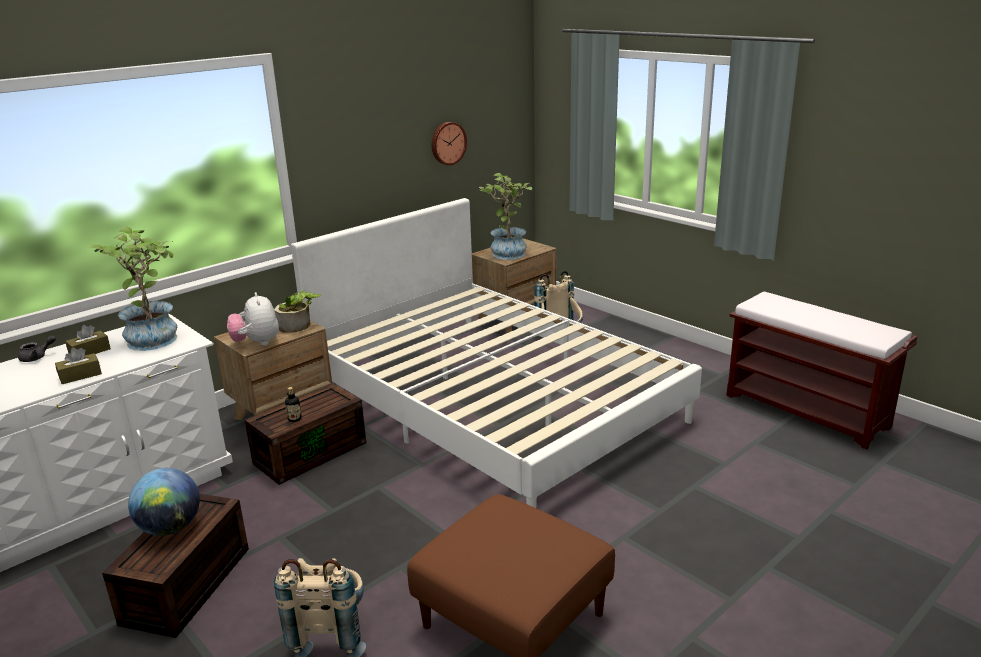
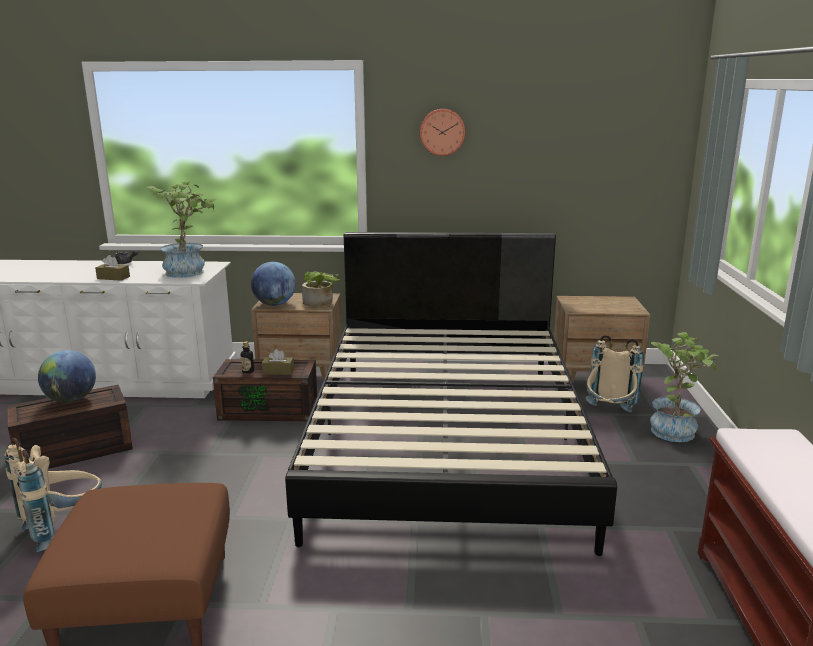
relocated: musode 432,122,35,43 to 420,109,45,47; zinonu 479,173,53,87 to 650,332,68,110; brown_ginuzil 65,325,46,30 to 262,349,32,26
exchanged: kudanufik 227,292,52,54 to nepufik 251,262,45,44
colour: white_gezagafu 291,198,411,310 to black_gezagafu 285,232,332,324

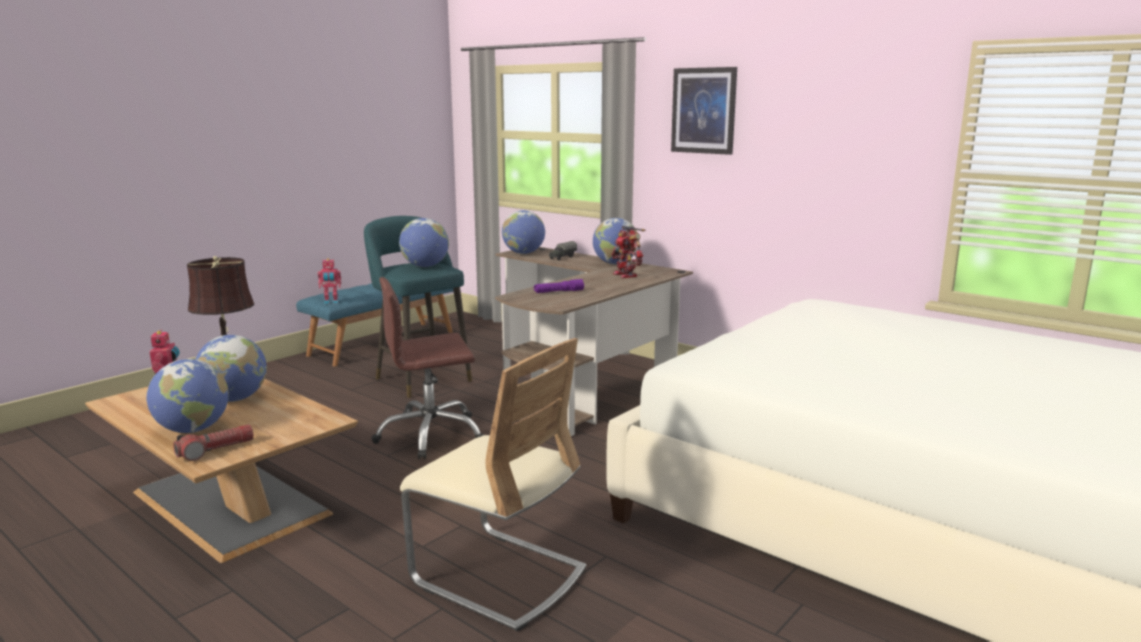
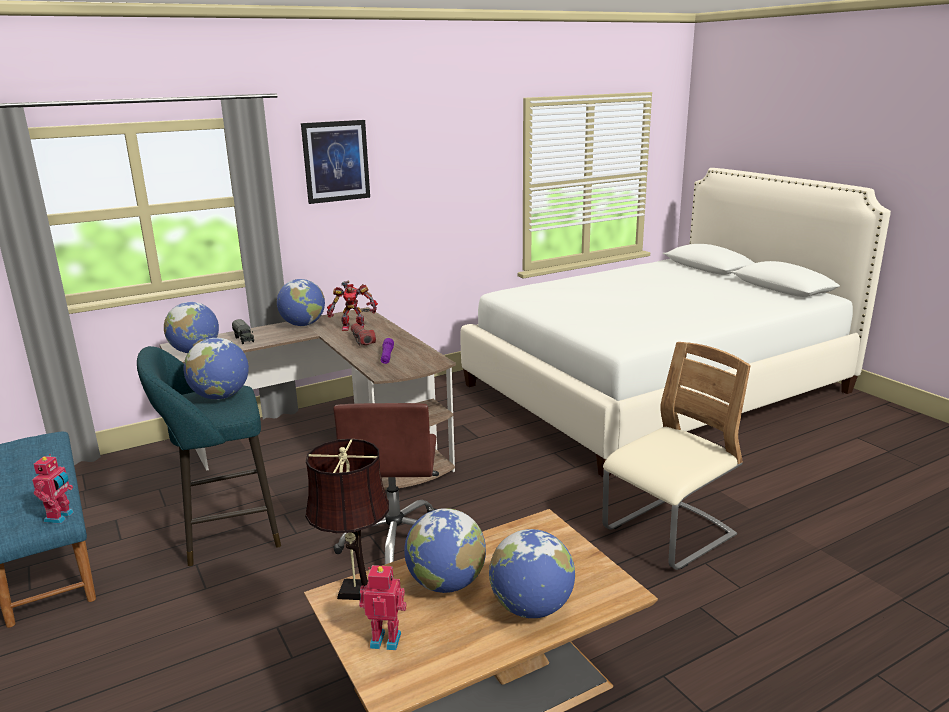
relocated: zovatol 173,424,81,37 to 351,323,25,23

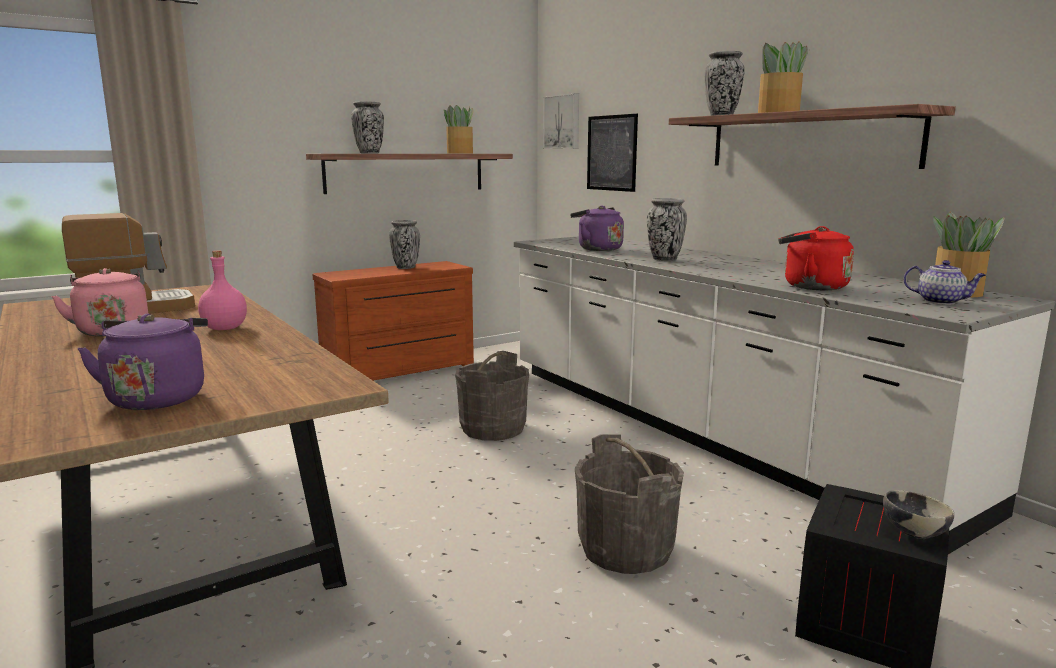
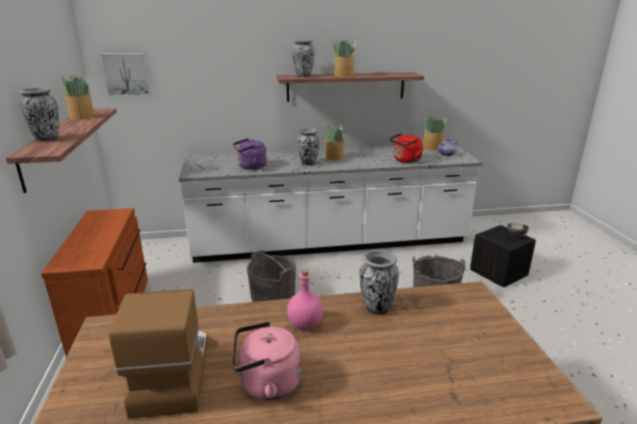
missing: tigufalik 587,114,51,78; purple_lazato 77,314,131,96
appeared: zinonu 323,123,23,38
relocated: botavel 389,220,31,49 to 359,250,40,65

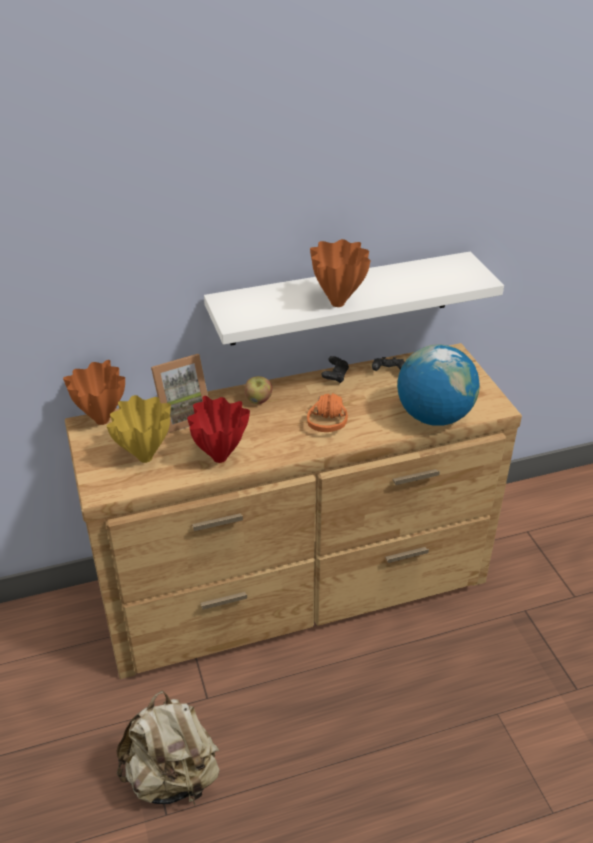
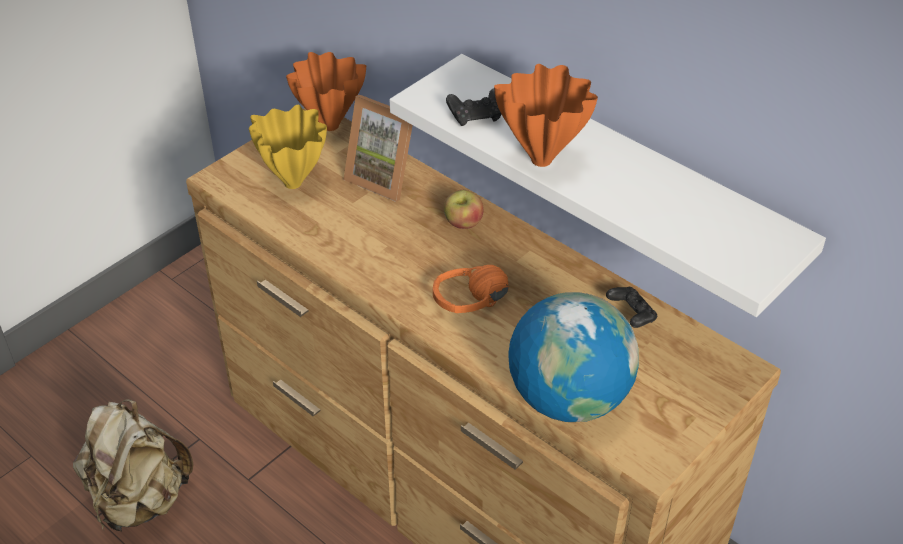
missing: red_botavel 187,396,63,67
relocated: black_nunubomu 321,356,28,27 to 446,88,55,38

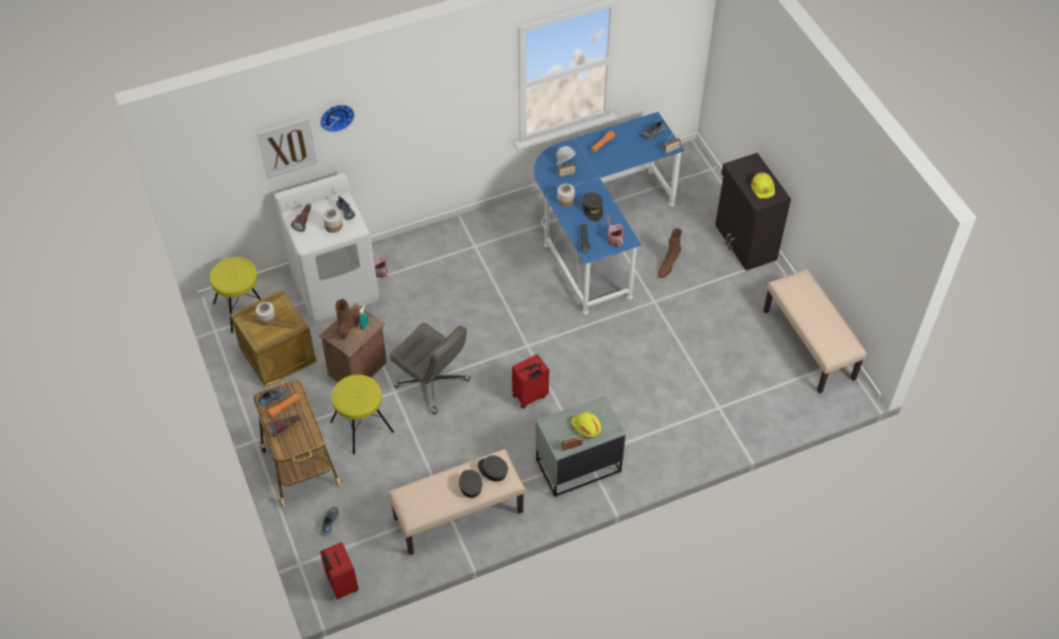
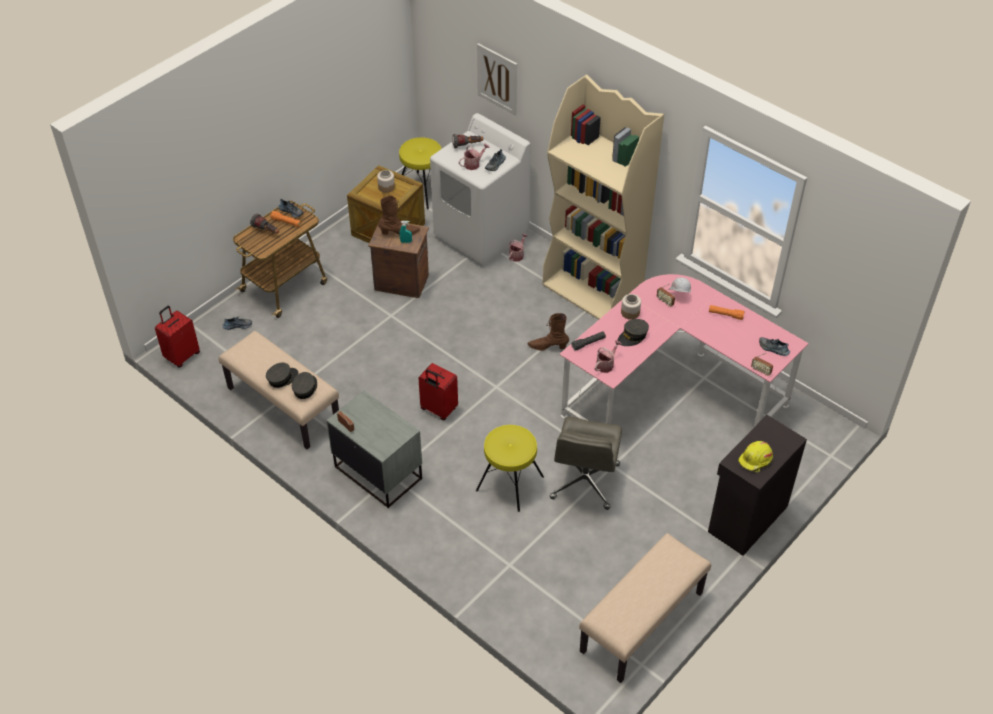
missing: musode 320,105,35,27; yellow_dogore 570,412,31,26
appeared: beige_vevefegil 543,75,121,245
relocated: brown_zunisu 658,228,24,50 to 528,313,41,38; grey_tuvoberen 389,323,81,91 to 550,416,72,94; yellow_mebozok 330,375,64,80 to 476,425,68,87
exchanged: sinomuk 323,209,19,24 to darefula 459,143,30,27
colour: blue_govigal 534,112,151,202 to pink_govigal 559,274,250,154

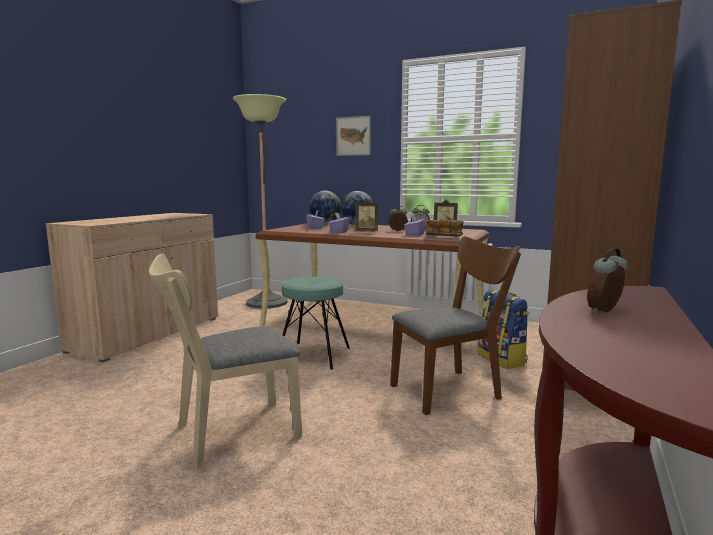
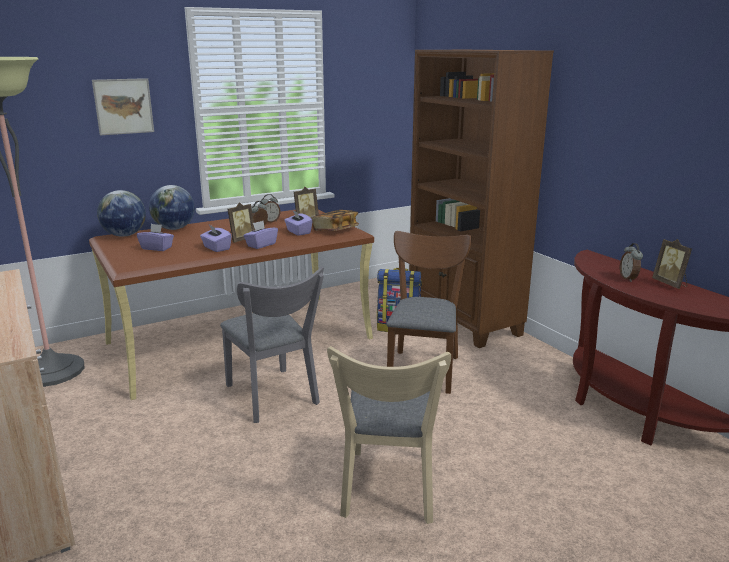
appeared: purple_ginuzil 243,221,35,28; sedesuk 652,239,40,50
exchanged: turquoise_mebozok 282,277,68,93 to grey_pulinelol 220,266,104,157

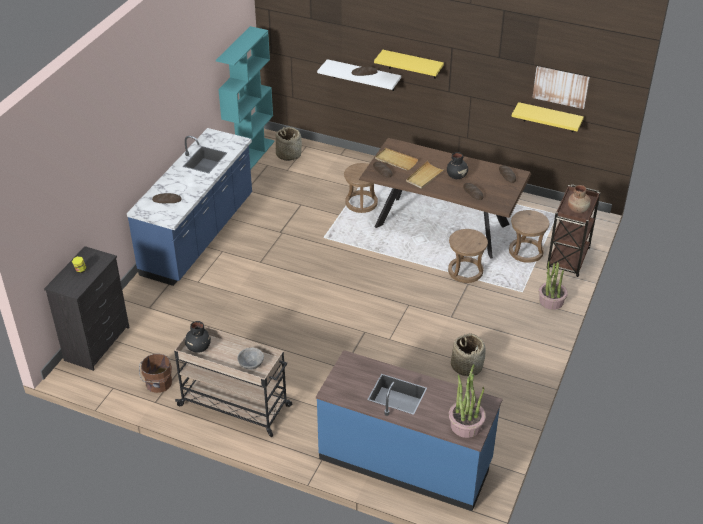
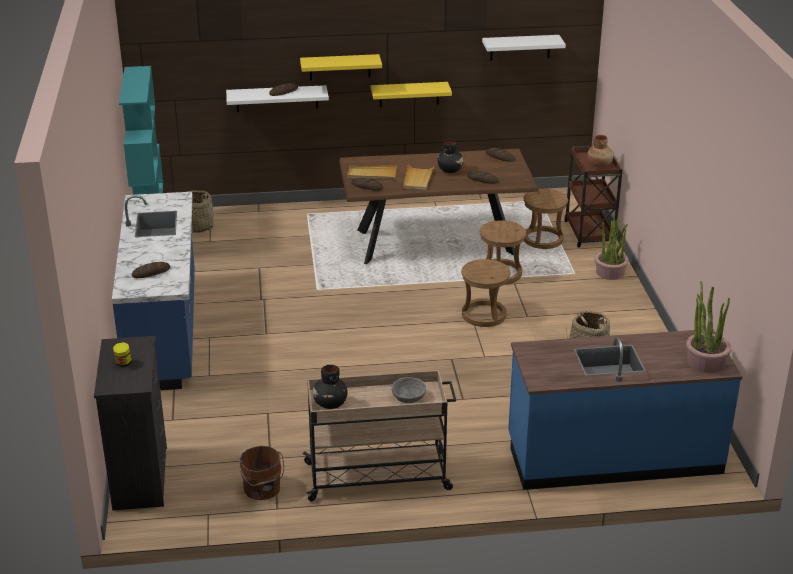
relocated: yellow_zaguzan 512,102,72,30 to 371,82,81,25; brown_mebozok 344,163,34,50 to 461,259,50,68
exchanged: tigufalik 532,66,58,43 to white_zaguzan 482,35,84,26

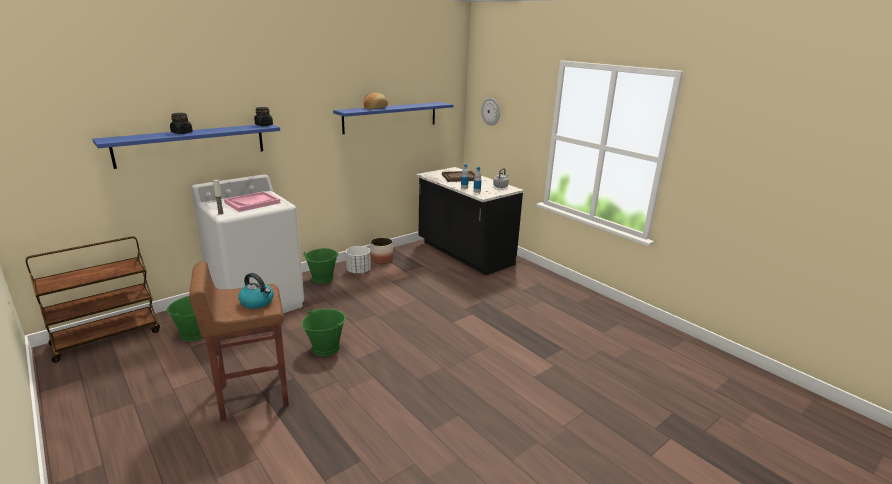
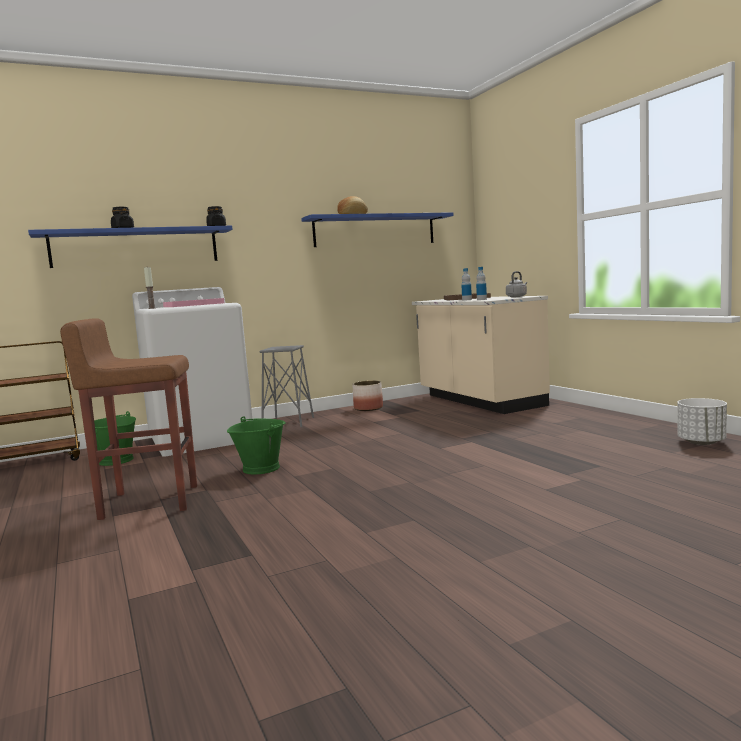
missing: musode 481,98,19,28; lazato 238,273,36,36
relocated: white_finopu 346,246,25,28 to 677,398,50,47
exchanged: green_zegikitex 303,248,36,36 to grey_mebozok 260,345,54,82
colour: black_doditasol 416,167,108,108 to beige_doditasol 412,296,138,118

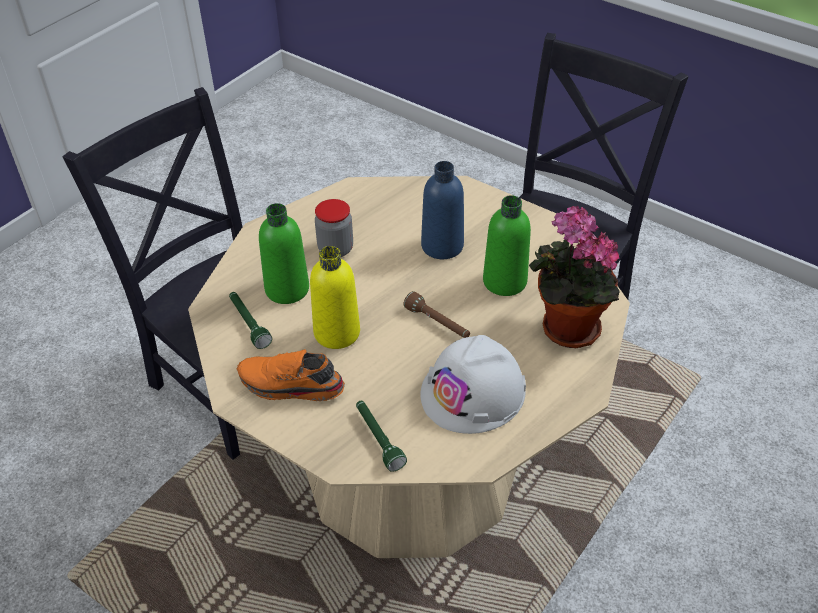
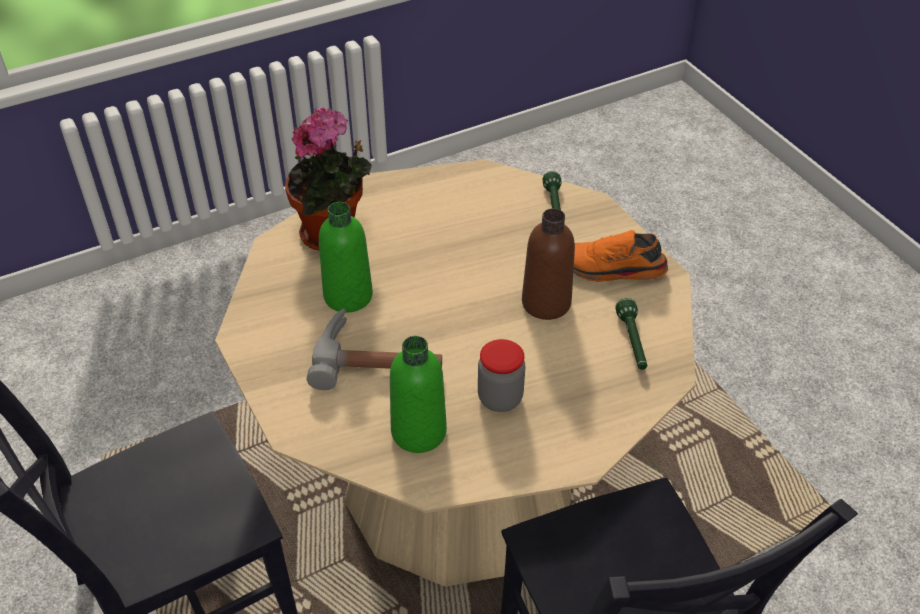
missing: brown_zovatol 403,291,67,47; white_dogore 421,335,105,99
relocated: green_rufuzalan 259,203,50,101 to 390,336,57,117
exchanged: blue_rufuzalan 421,161,43,98 to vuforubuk 306,308,136,82
colour: yellow_rufuzalan 310,246,50,103 to brown_rufuzalan 522,208,53,112
spun: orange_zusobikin 237,349,108,52 = 573,230,95,52 150 degrees clockwise

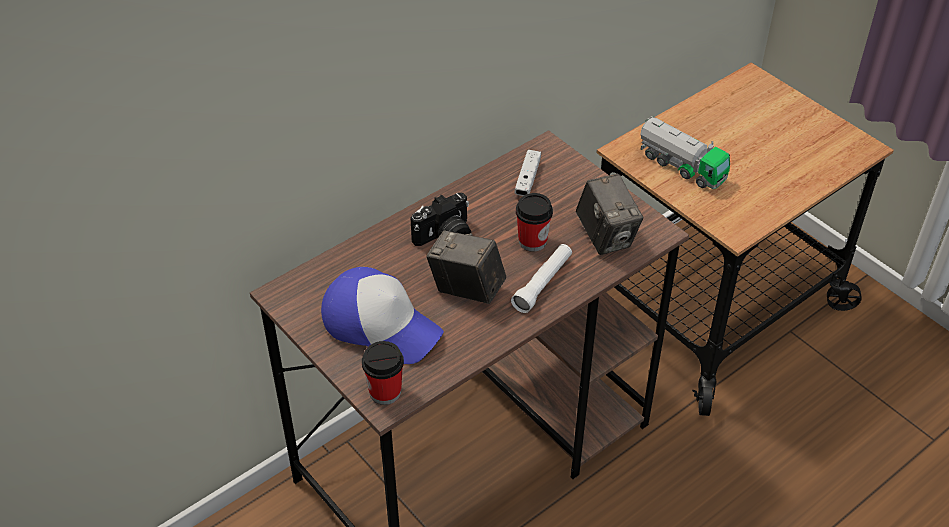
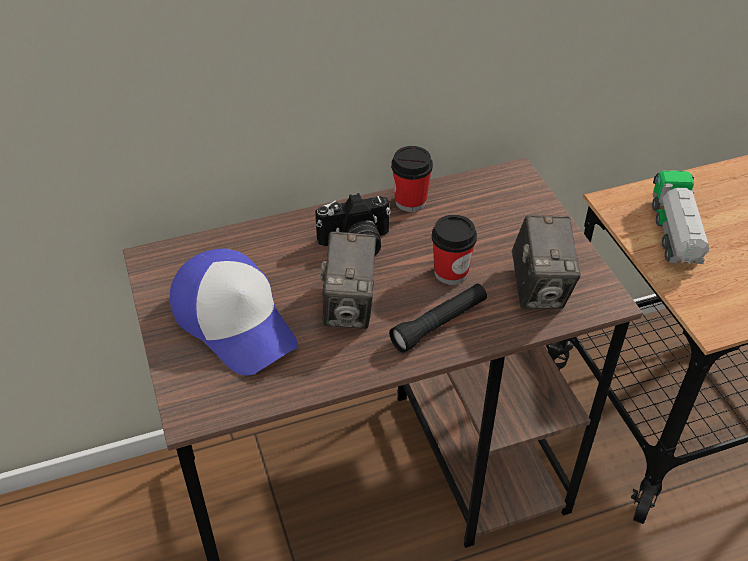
missing: white_nunubomu 514,150,27,46
relocated: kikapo 362,341,42,64 to 391,146,42,66
colour: white_zovatol 511,244,61,69 to black_zovatol 389,283,98,70
spun: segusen 641,116,89,73 = 652,171,57,93 150 degrees counterclockwise; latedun 426,230,80,74 = 320,232,56,97 135 degrees counterclockwise

